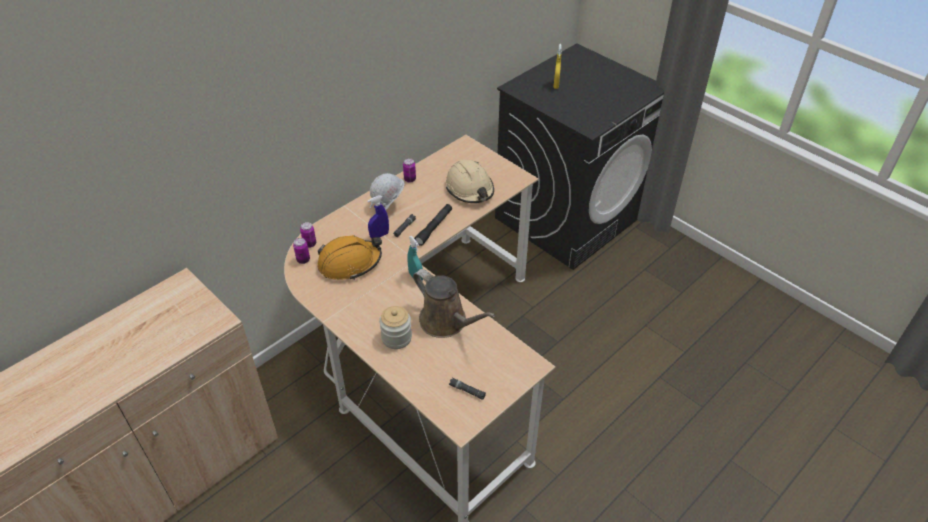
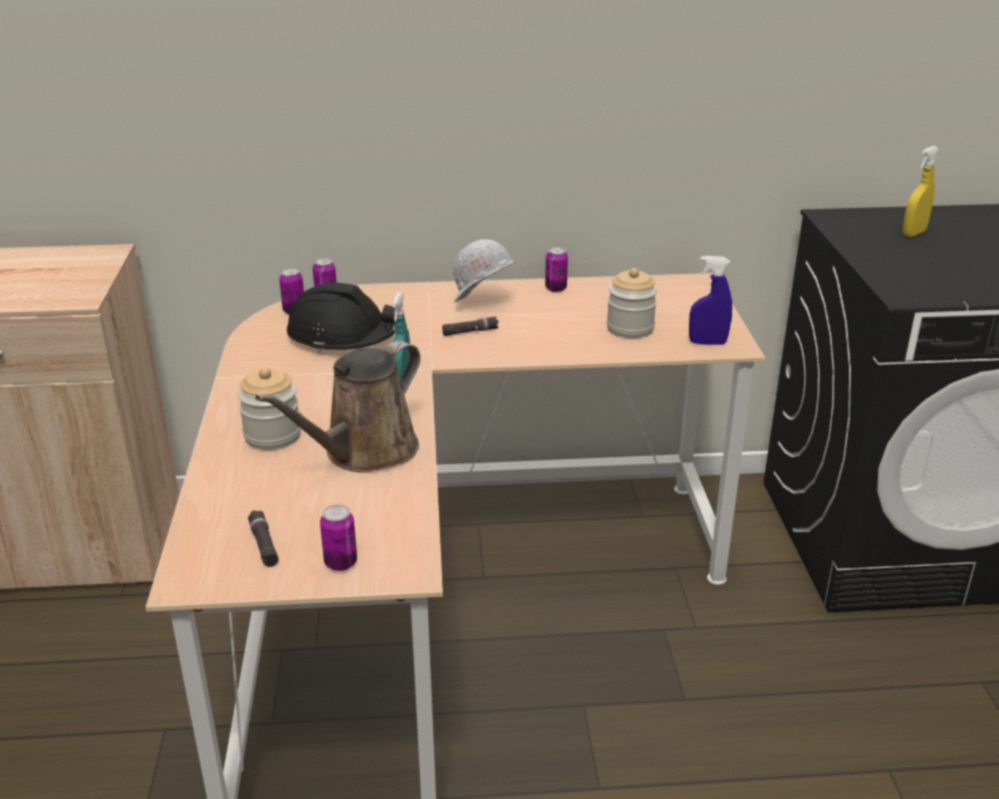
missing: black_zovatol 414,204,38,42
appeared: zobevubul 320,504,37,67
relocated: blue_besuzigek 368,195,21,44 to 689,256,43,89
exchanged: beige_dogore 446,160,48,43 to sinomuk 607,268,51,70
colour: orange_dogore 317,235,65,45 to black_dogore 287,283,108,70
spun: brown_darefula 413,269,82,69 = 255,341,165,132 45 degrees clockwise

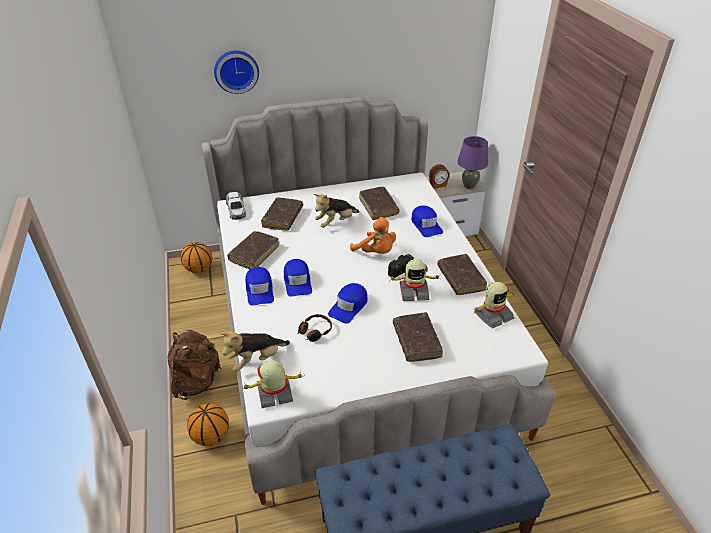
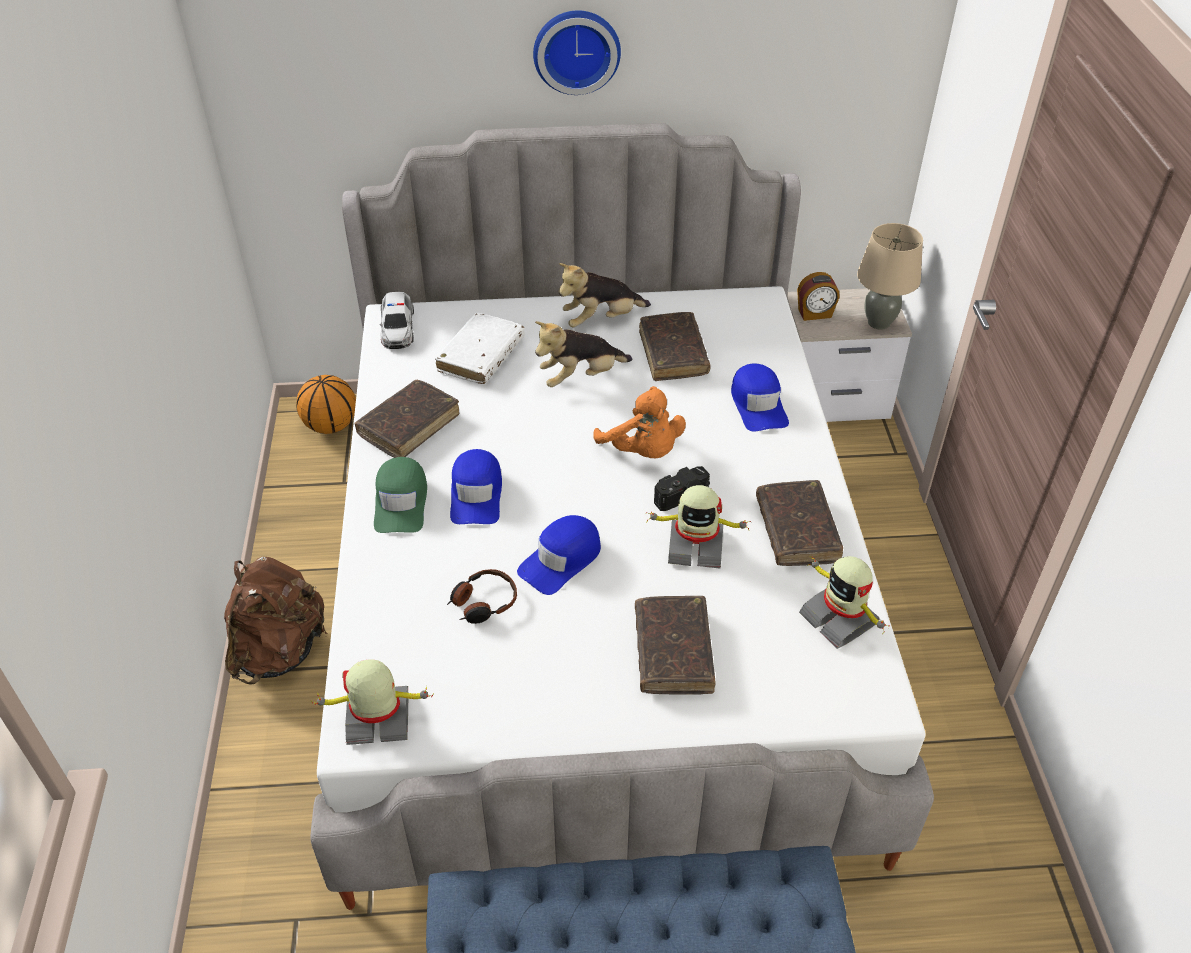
missing: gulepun 187,403,42,43
relocated: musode 214,50,45,44 to 533,10,88,85; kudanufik 220,332,70,40 to 558,263,93,64
colour: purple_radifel 458,136,30,53 to beige_radifel 857,223,66,107; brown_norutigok 261,197,42,34 to white_norutigok 435,313,89,71; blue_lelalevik 245,267,29,39 to green_lelalevik 374,457,53,76
spun: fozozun 474,282,42,46 = 799,556,90,93 75 degrees clockwise

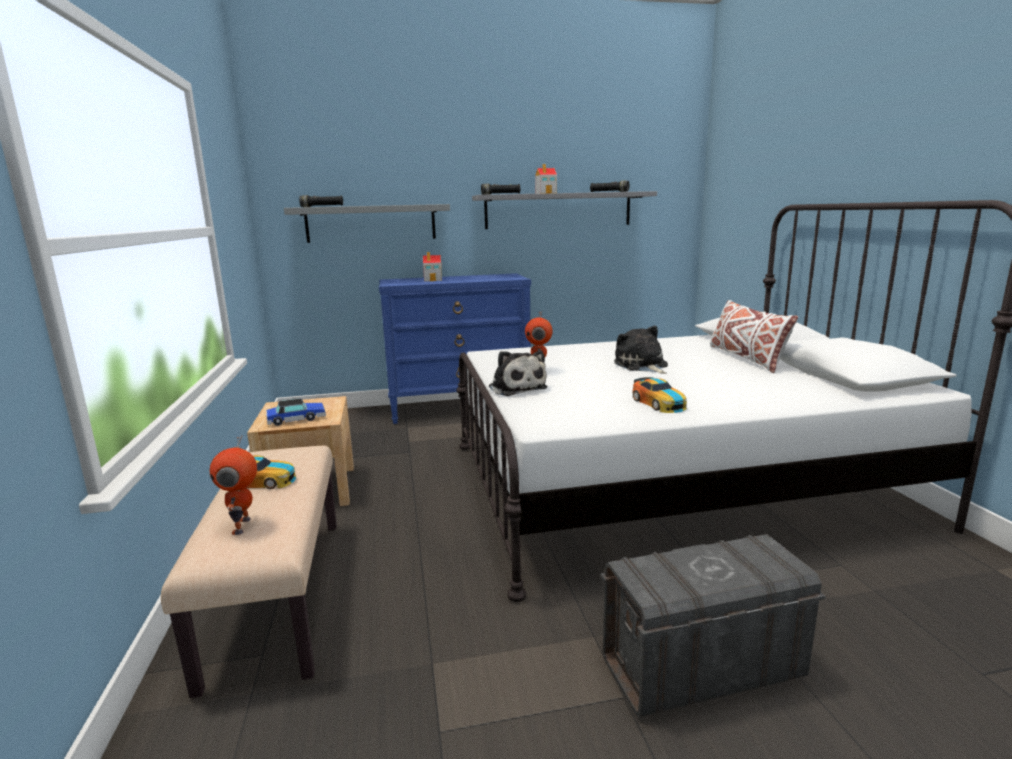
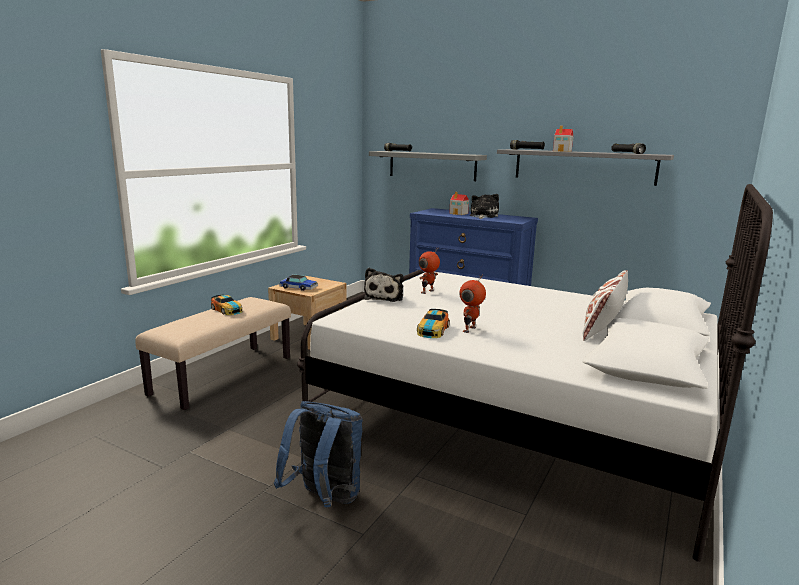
relocated: kudanufik 614,325,54,49 to 470,194,29,25; fozozun 210,435,47,100 to 459,274,27,59
exchanged: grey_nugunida 600,534,226,183 to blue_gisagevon 274,401,88,106

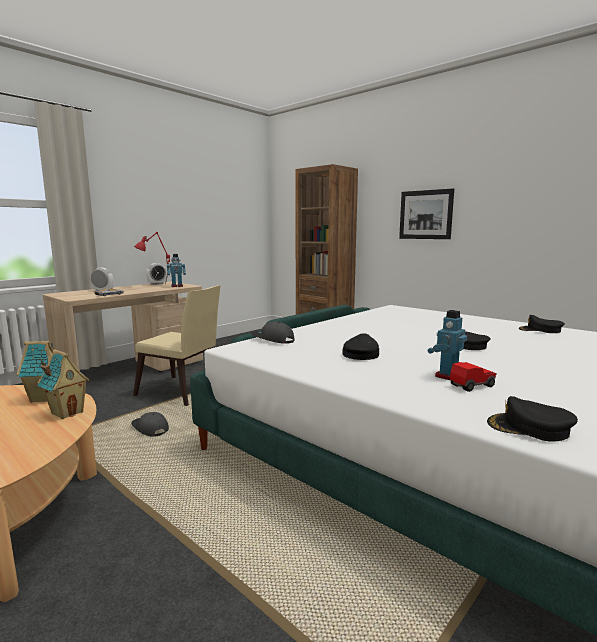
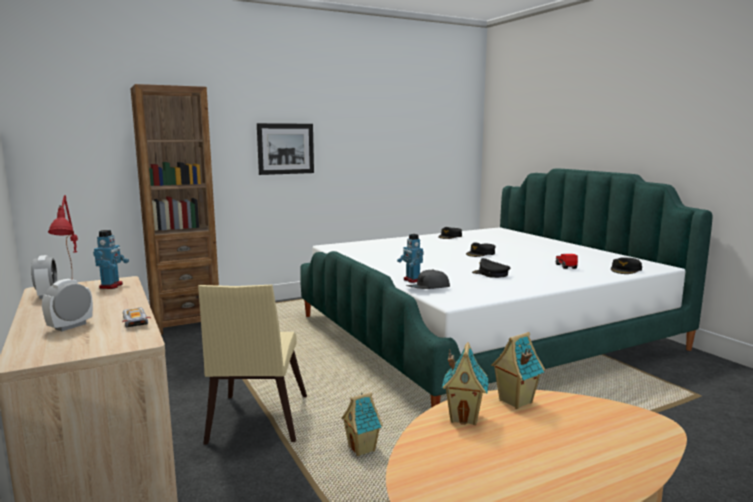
relocated: fozozun 428,310,39,70 to 397,234,26,49
exchanged: grey_lelalevik 131,412,38,24 to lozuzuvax 341,392,42,64
spun: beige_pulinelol 133,285,87,121 = 198,285,109,160 135 degrees clockwise

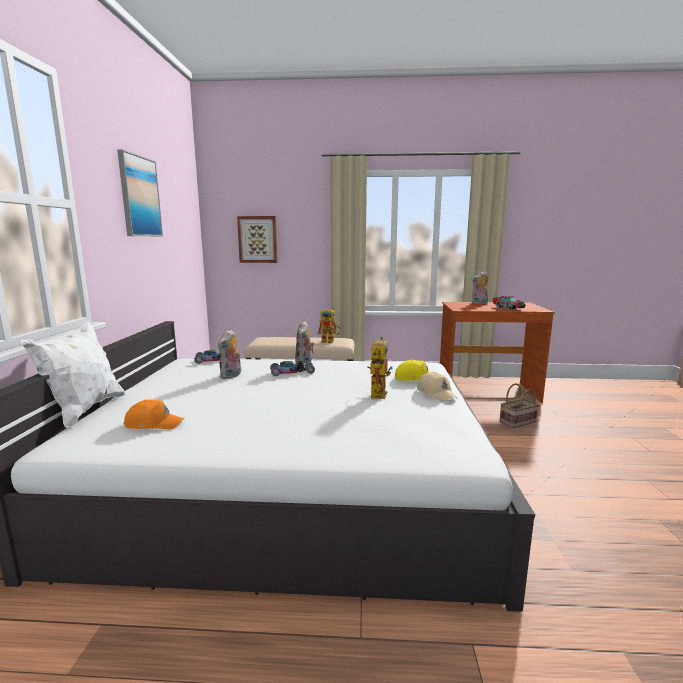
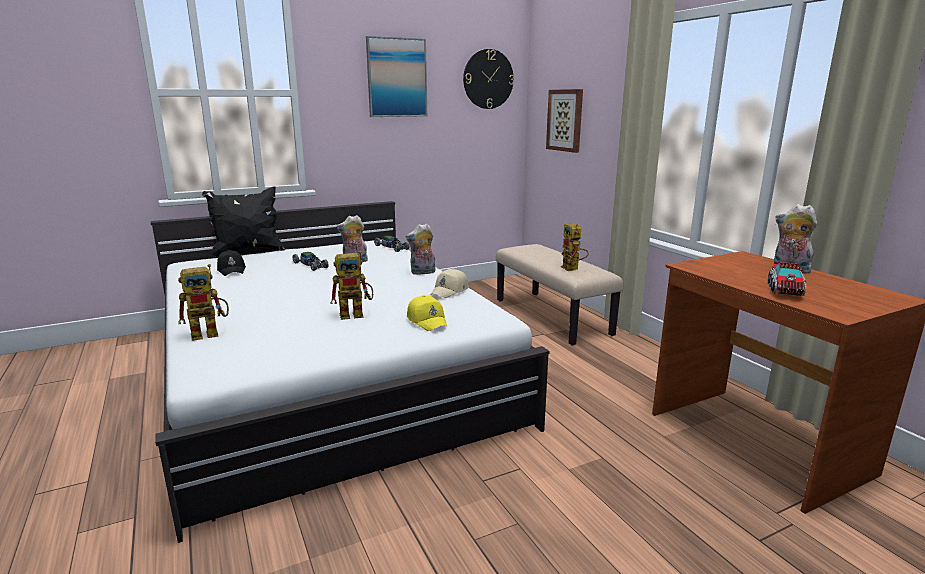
missing: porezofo 499,383,40,45
appeared: musode 463,49,51,60; fozozun 178,264,51,77
relocated: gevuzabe 270,360,45,16 to 293,252,36,19; beige_lelalevik 417,372,40,30 to 431,269,38,29
colour: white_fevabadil 21,321,104,107 to black_fevabadil 202,186,83,71; orange_lelalevik 124,399,60,30 to black_lelalevik 217,250,29,26

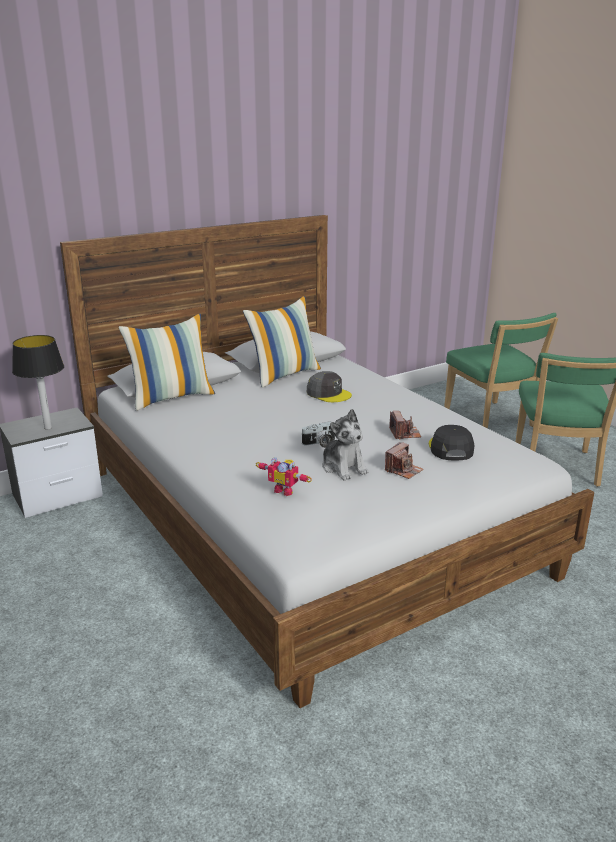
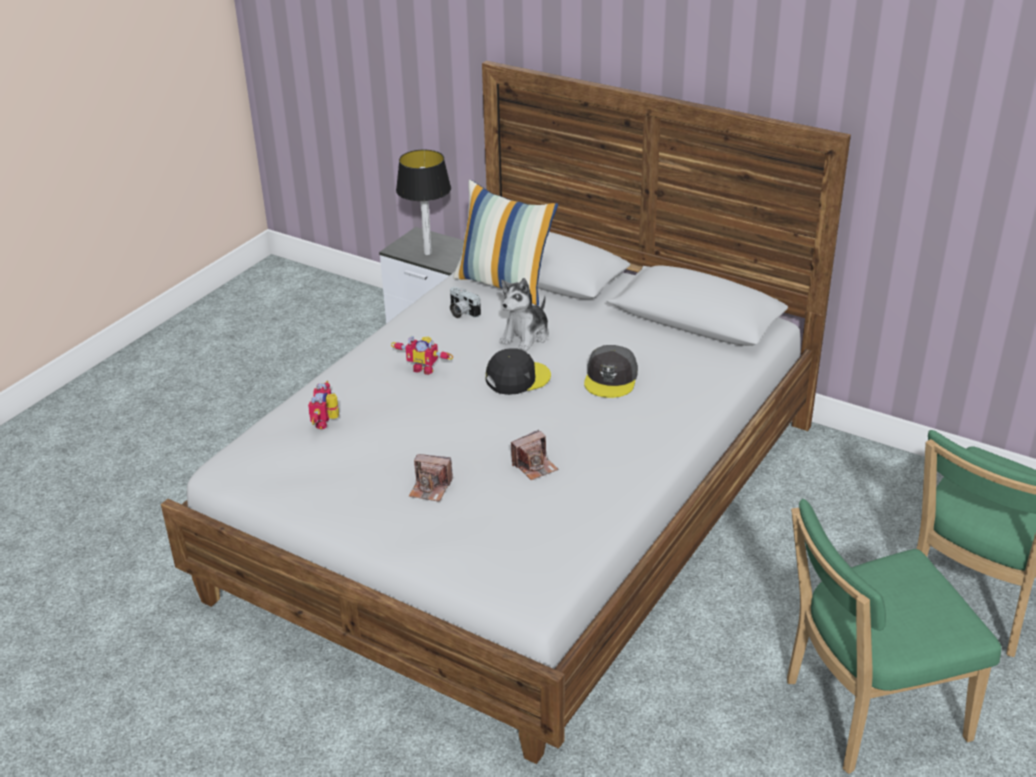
missing: fevabadil 243,296,78,92
appeared: fozozun 391,336,62,39
relocated: kudanufik 322,409,47,72 to 499,278,50,73; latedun 301,422,34,26 to 450,287,31,31; black_lelalevik 429,425,45,35 to 486,348,65,47

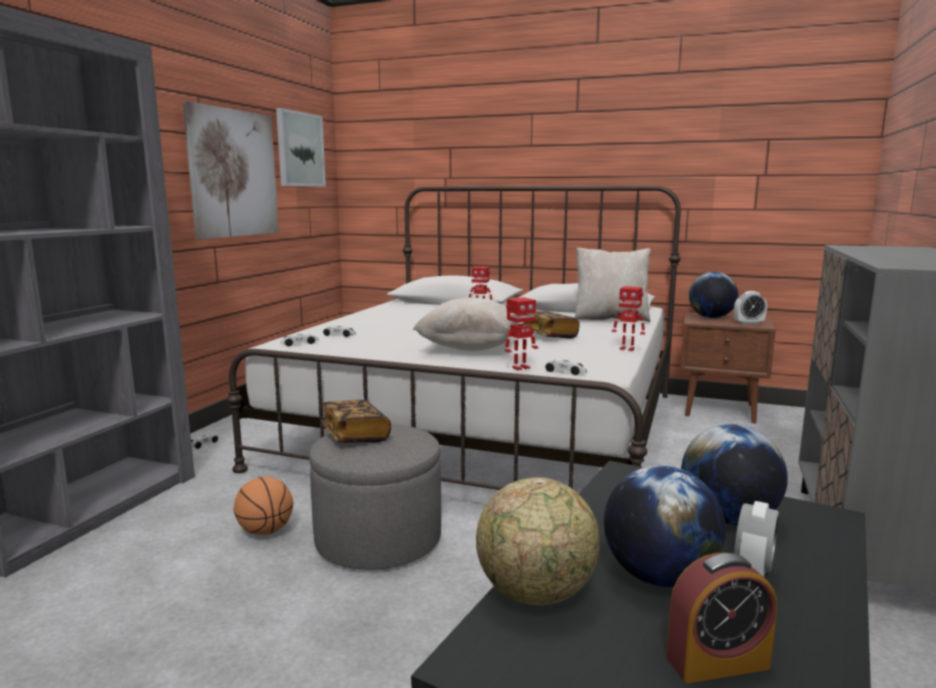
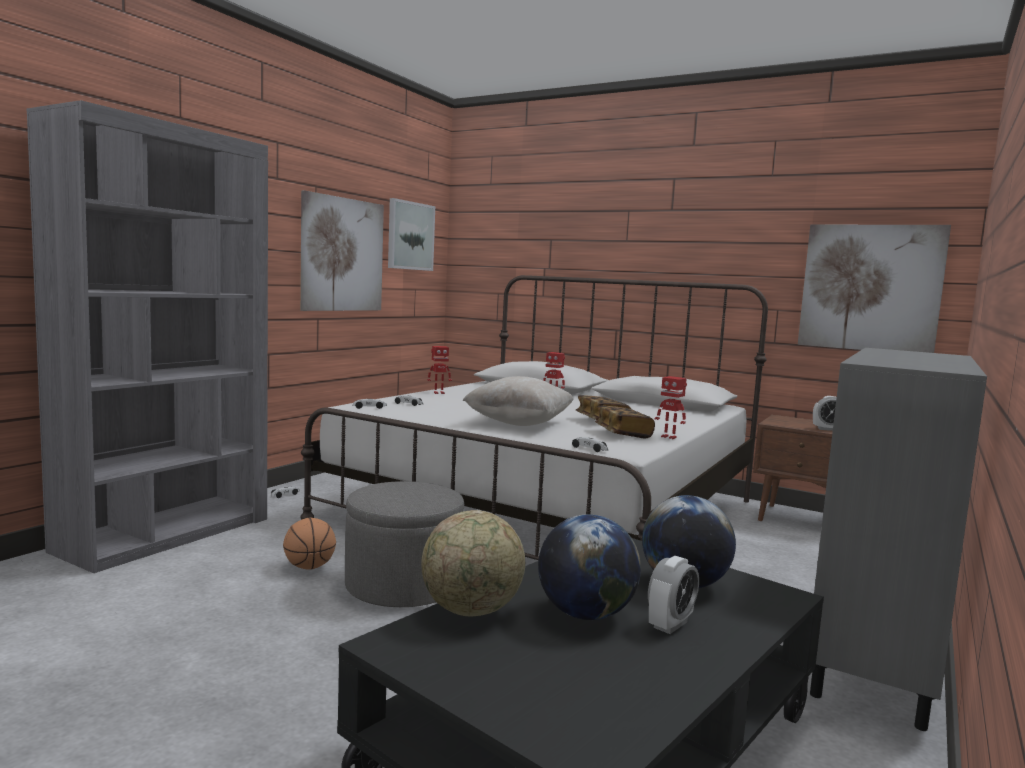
missing: beige_fevabadil 574,248,77,74; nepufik 689,272,49,46; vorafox 666,553,111,130
appeared: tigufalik 798,225,153,128
relocated: fozozun 505,297,33,73 to 427,346,25,48; norutigok 322,400,69,43 to 595,406,60,33

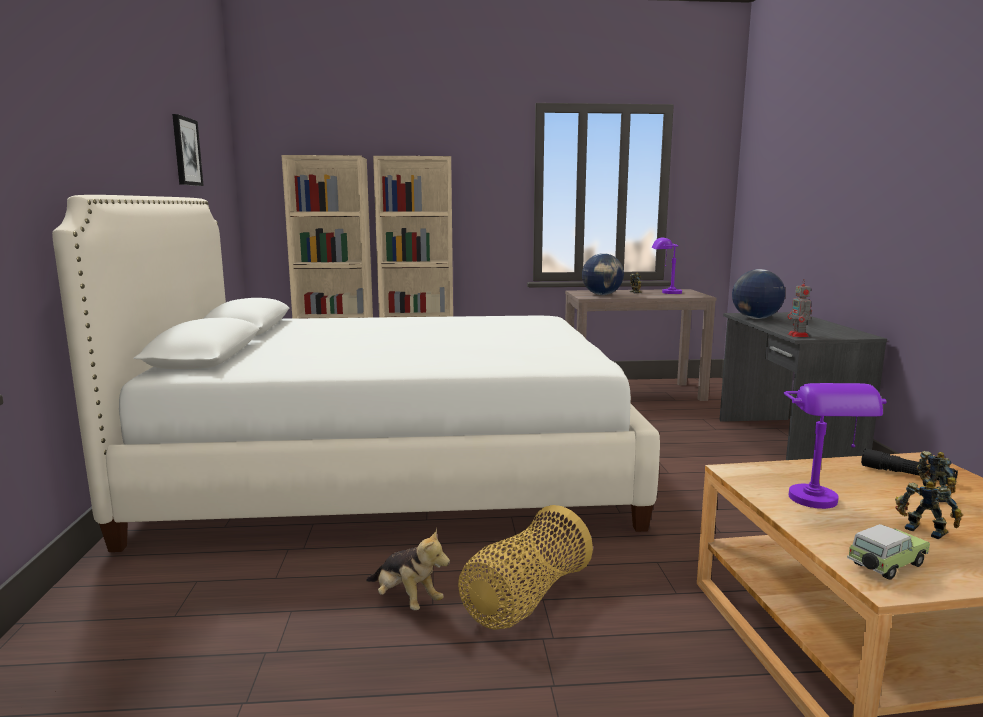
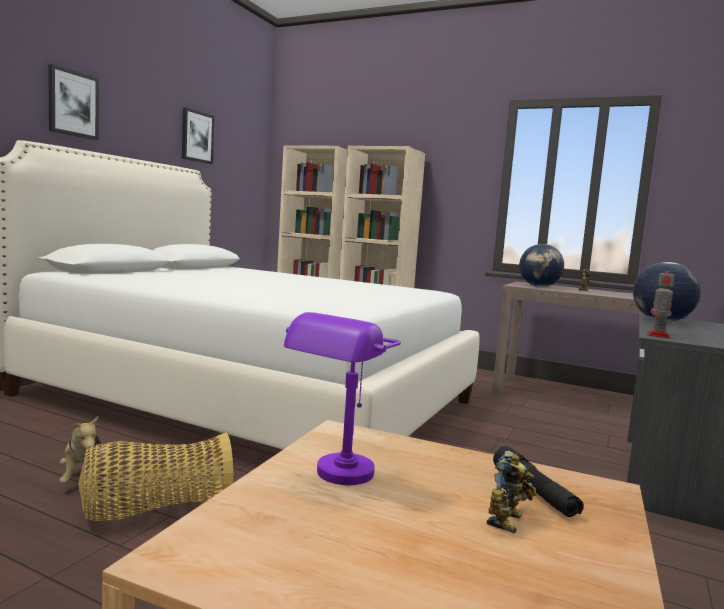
missing: purple_radifel 652,237,30,57; fozozun 895,481,68,58; gevuzabe 847,524,83,56
appeared: tigufalik 49,64,50,76

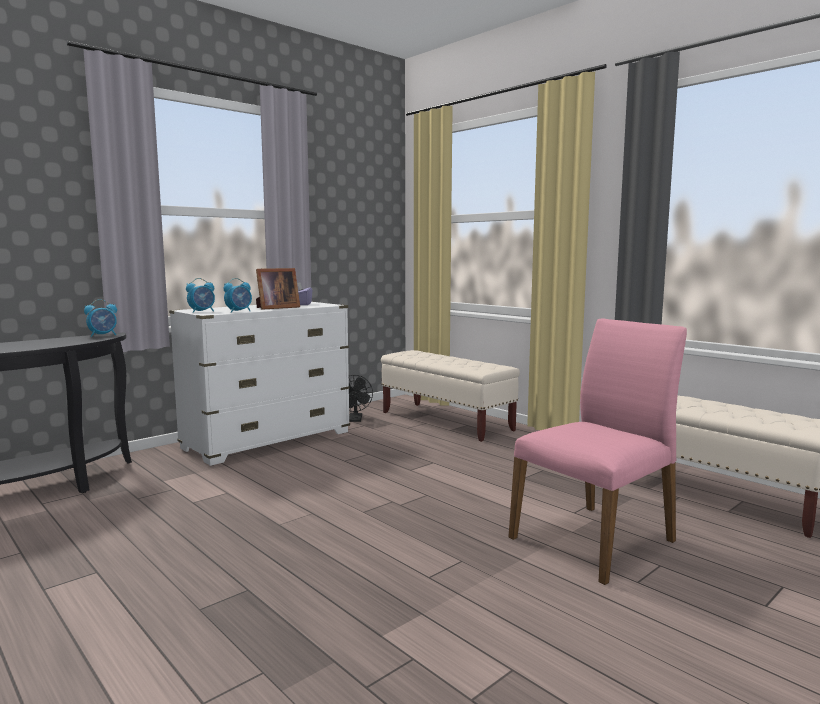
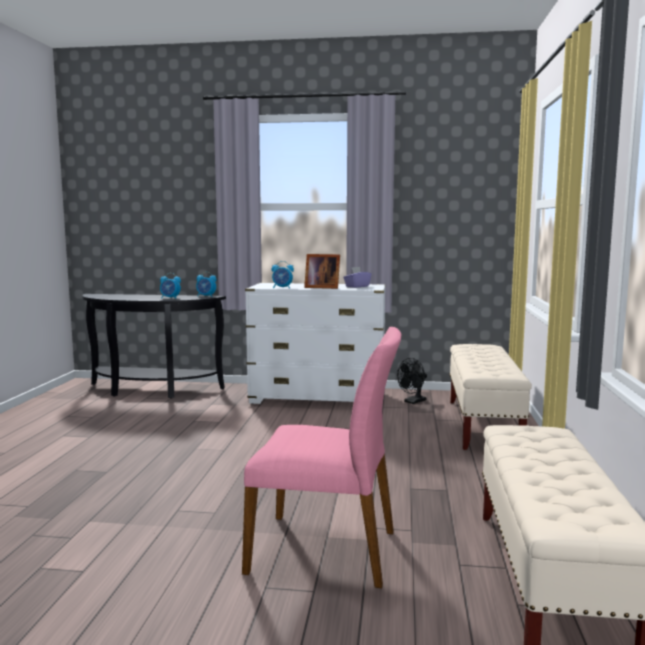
relocated: vorafox 186,278,29,35 to 160,273,21,26

